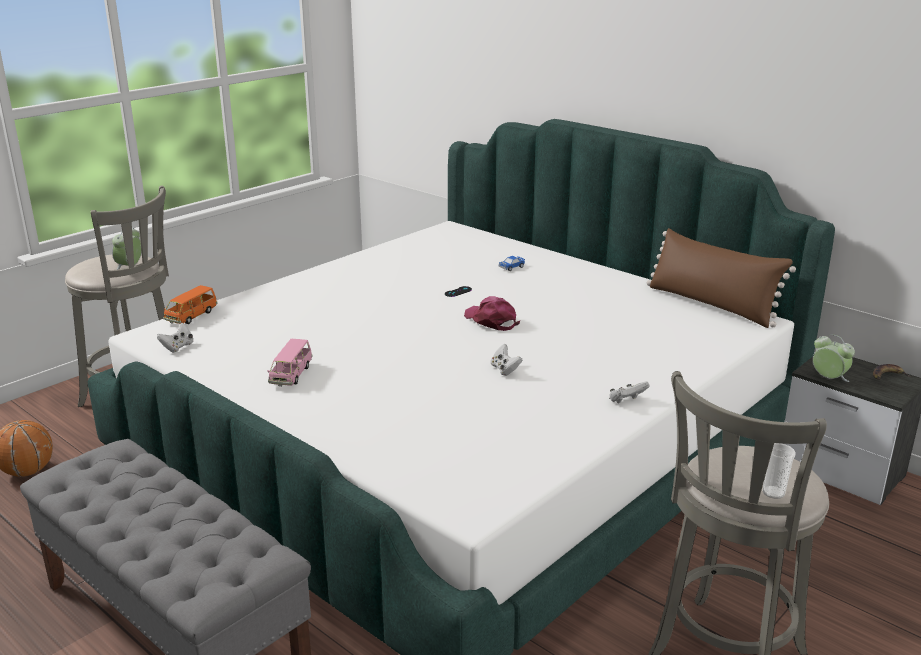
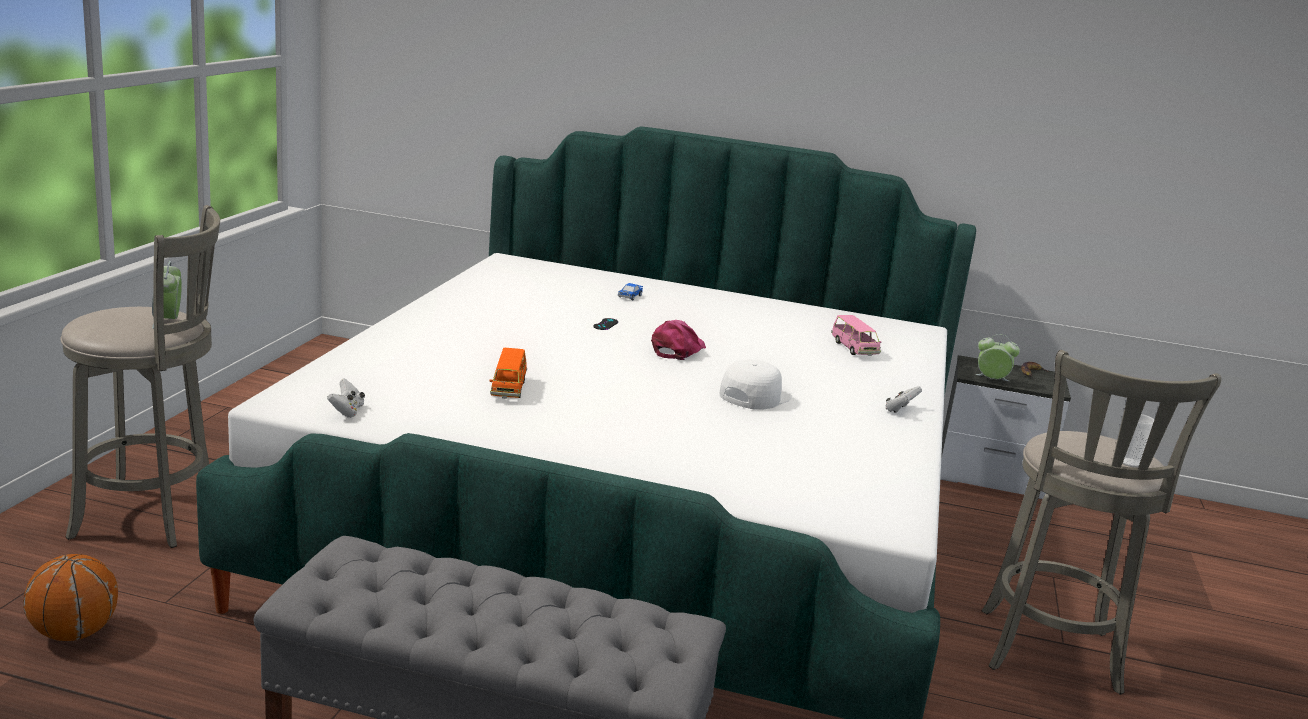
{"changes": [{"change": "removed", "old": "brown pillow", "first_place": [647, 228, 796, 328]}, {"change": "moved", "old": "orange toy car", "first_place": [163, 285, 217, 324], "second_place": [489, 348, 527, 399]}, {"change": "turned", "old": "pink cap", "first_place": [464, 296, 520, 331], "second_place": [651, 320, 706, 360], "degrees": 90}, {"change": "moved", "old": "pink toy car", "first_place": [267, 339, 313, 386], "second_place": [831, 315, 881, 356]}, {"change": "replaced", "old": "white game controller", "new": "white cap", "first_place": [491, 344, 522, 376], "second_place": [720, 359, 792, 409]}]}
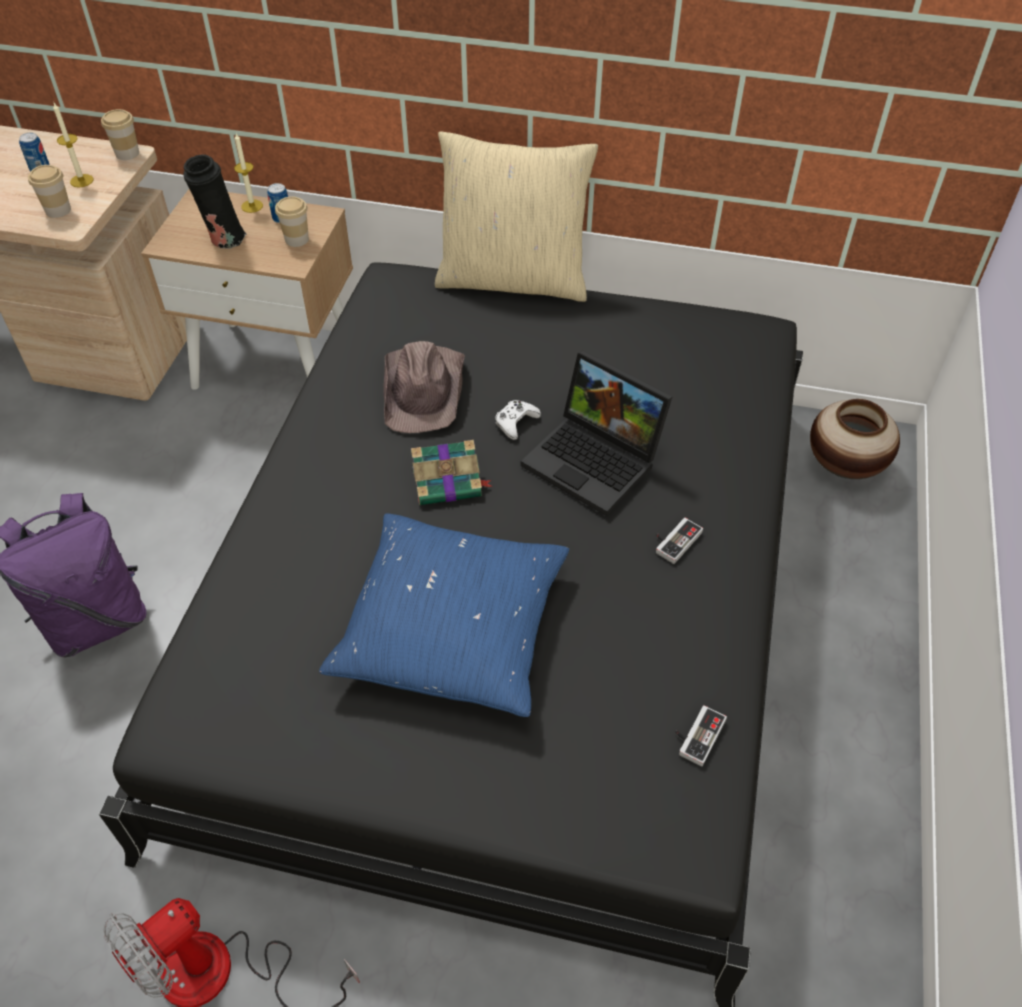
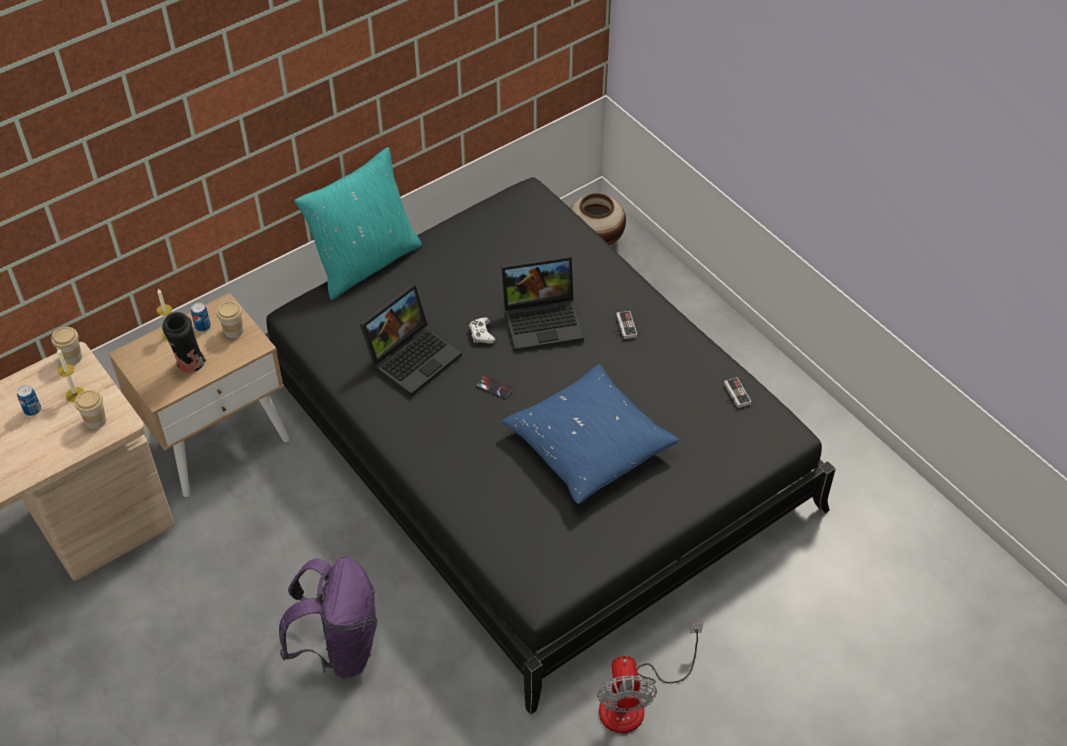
{"changes": [{"change": "recoloured", "old": "beige pillow", "new": "turquoise pillow", "first_place": [435, 131, 598, 302], "second_place": [294, 147, 422, 300]}, {"change": "replaced", "old": "brown hat", "new": "laptop", "first_place": [383, 341, 465, 433], "second_place": [359, 284, 462, 397]}, {"change": "replaced", "old": "book", "new": "phone", "first_place": [411, 440, 492, 505], "second_place": [476, 375, 514, 400]}]}
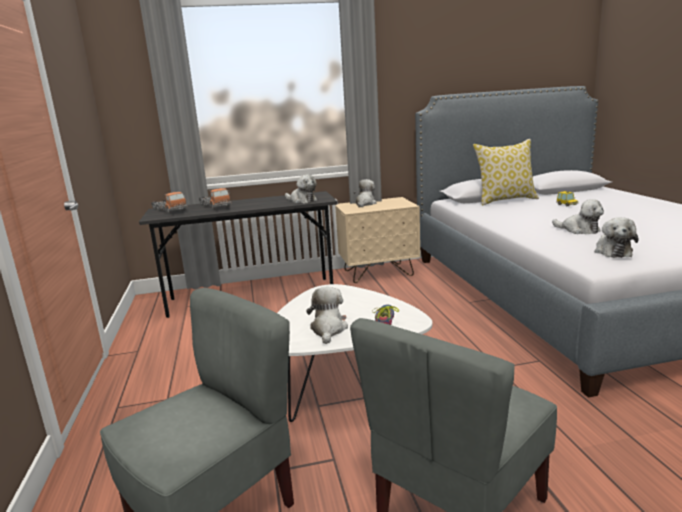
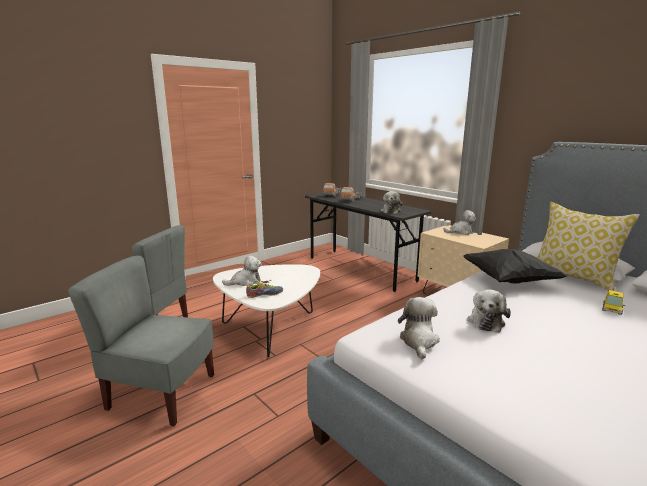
{"changes": [{"change": "turned", "old": "plush toy", "first_place": [595, 217, 638, 258], "second_place": [398, 297, 440, 359], "degrees": 120}, {"change": "added", "new": "black pillow", "second_place": [463, 249, 567, 284]}]}
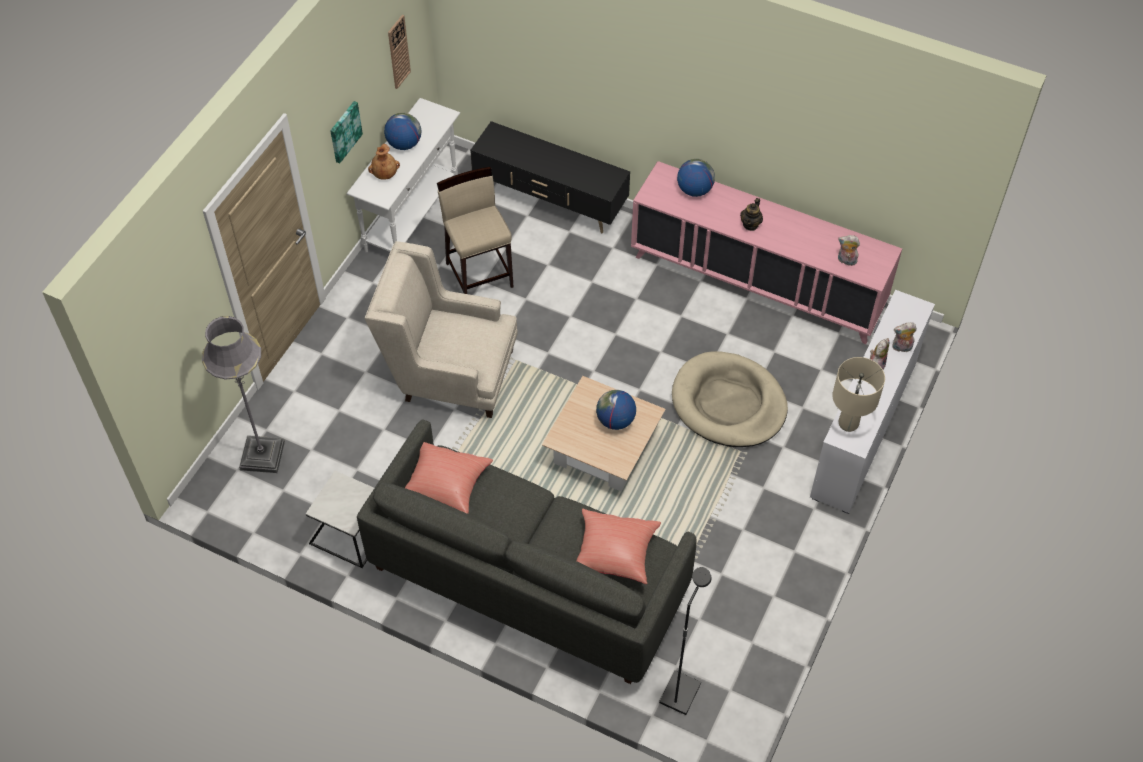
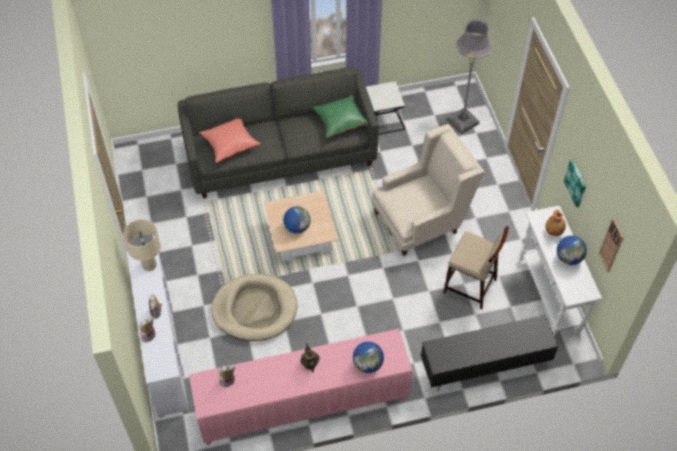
{"changes": [{"change": "recoloured", "old": "red pillow", "new": "green pillow", "first_place": [405, 442, 493, 514], "second_place": [312, 96, 368, 138]}, {"change": "removed", "old": "black floor lamp", "first_place": [659, 567, 712, 715]}]}
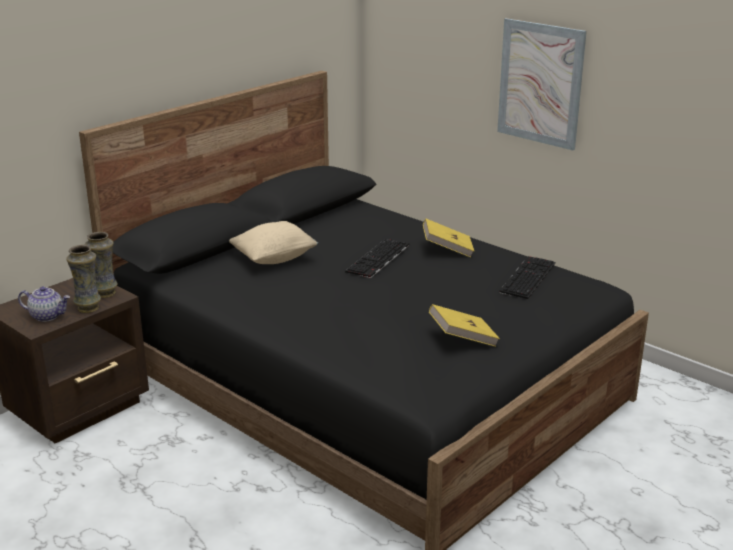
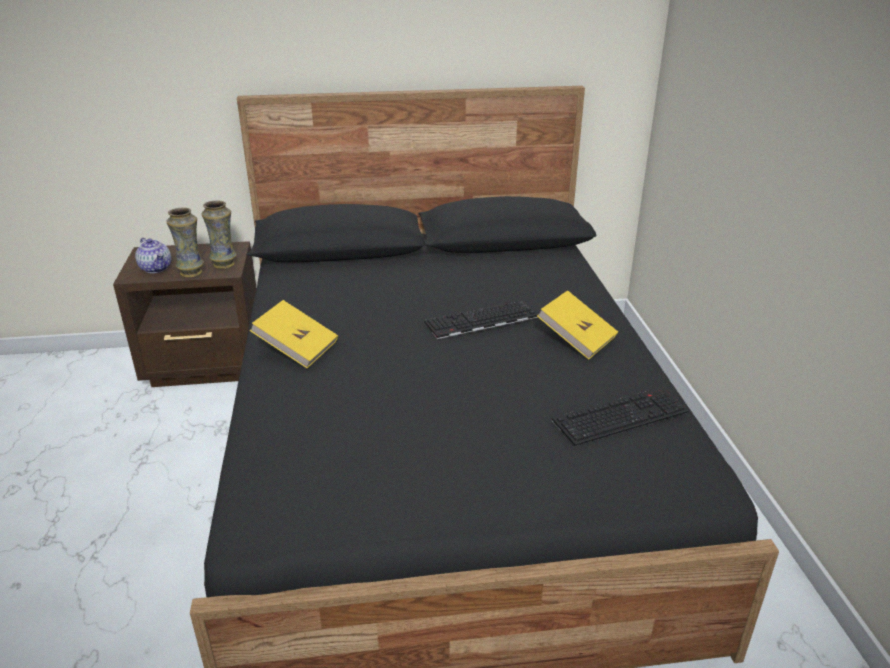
{"changes": [{"change": "removed", "old": "picture", "first_place": [497, 18, 587, 150]}, {"change": "removed", "old": "beige pillow", "first_place": [229, 221, 318, 264]}, {"change": "moved", "old": "yellow book", "first_place": [429, 304, 500, 347], "second_place": [250, 300, 338, 368]}]}
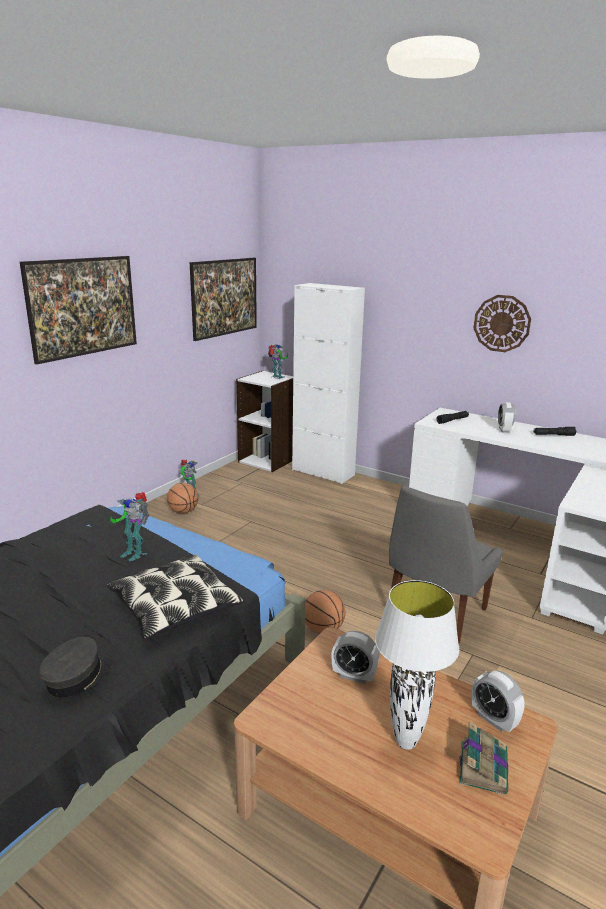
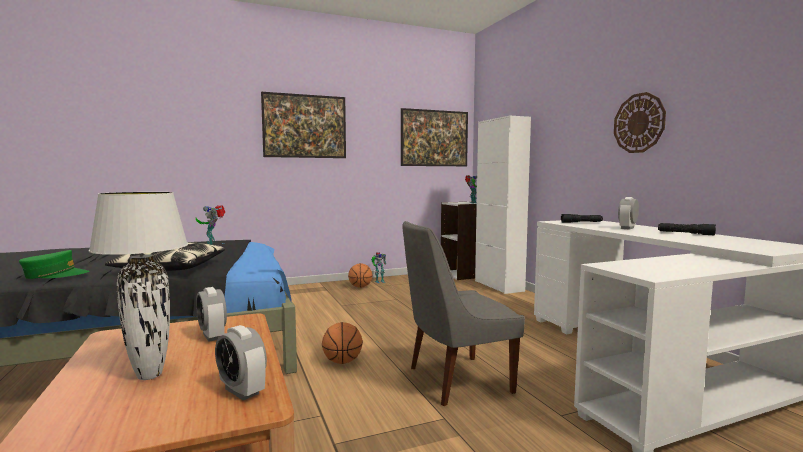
{"changes": [{"change": "recoloured", "old": "grey cap", "new": "green cap", "first_place": [39, 637, 113, 698], "second_place": [19, 250, 89, 279]}, {"change": "turned", "old": "alarm clock", "first_place": [472, 671, 525, 732], "second_place": [215, 325, 267, 400], "degrees": -45}, {"change": "removed", "old": "book", "first_place": [459, 722, 508, 795]}]}
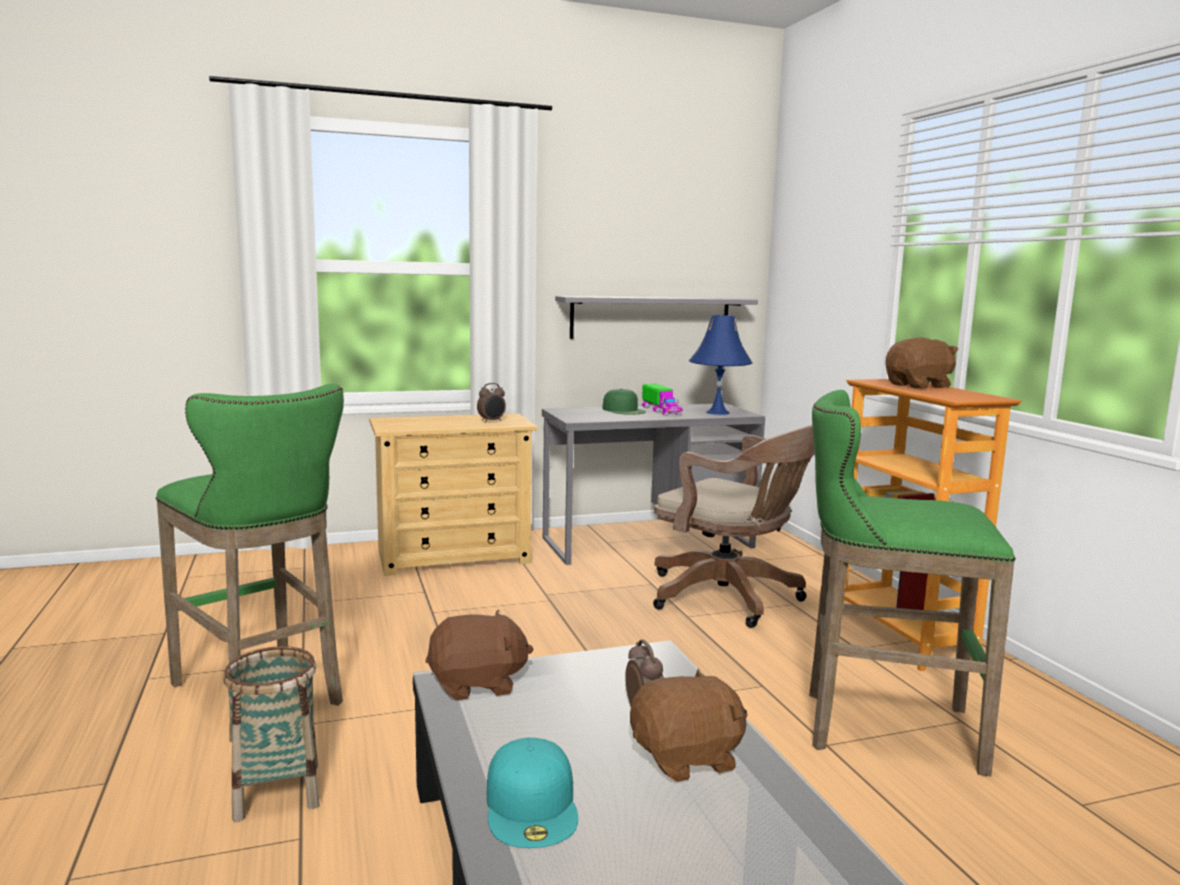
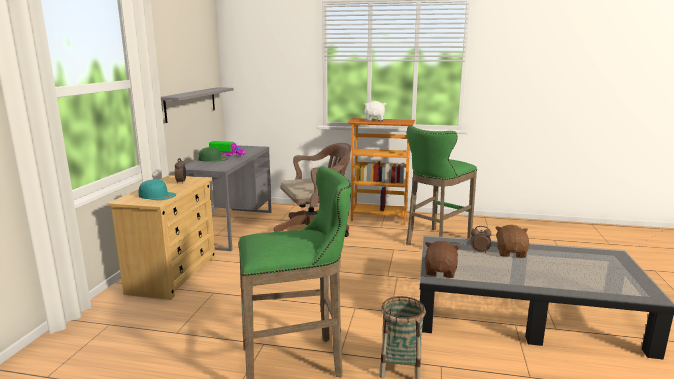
{"changes": [{"change": "removed", "old": "blue table lamp", "first_place": [689, 315, 753, 415]}, {"change": "recoloured", "old": "brown plush toy", "new": "white plush toy", "first_place": [885, 338, 959, 389], "second_place": [364, 101, 386, 121]}, {"change": "moved", "old": "turquoise cap", "first_place": [487, 738, 578, 848], "second_place": [139, 179, 176, 200]}]}
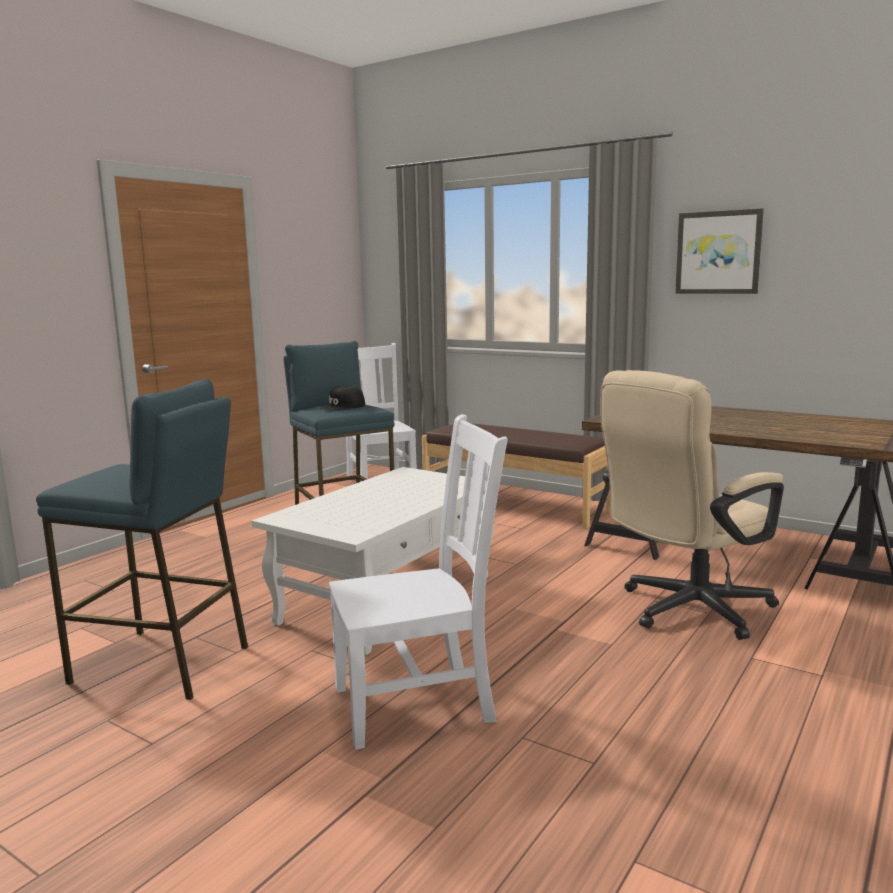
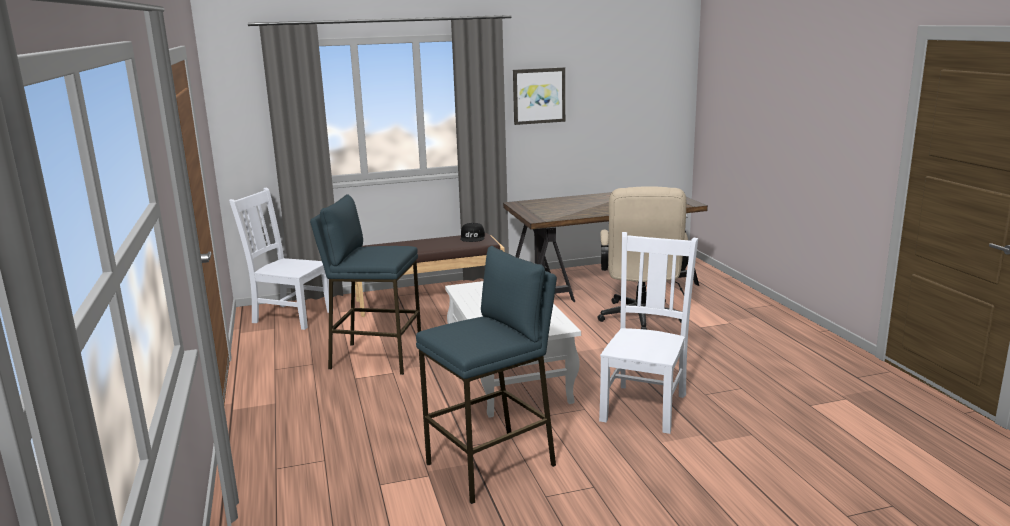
{"changes": [{"change": "moved", "old": "black cap", "first_place": [319, 385, 365, 411], "second_place": [460, 223, 485, 242]}]}
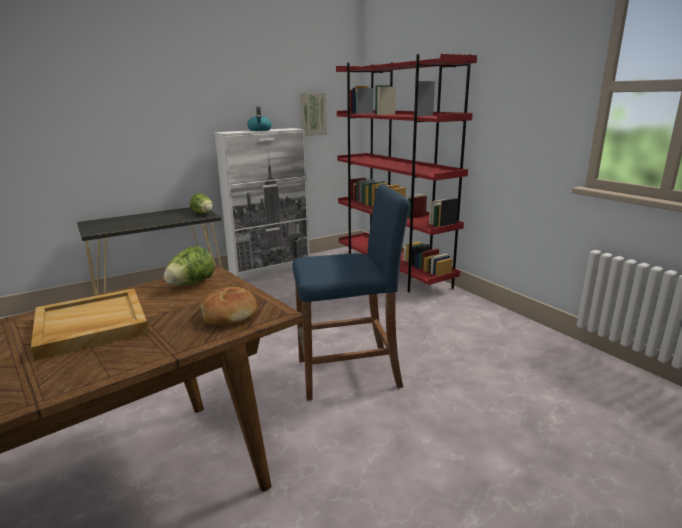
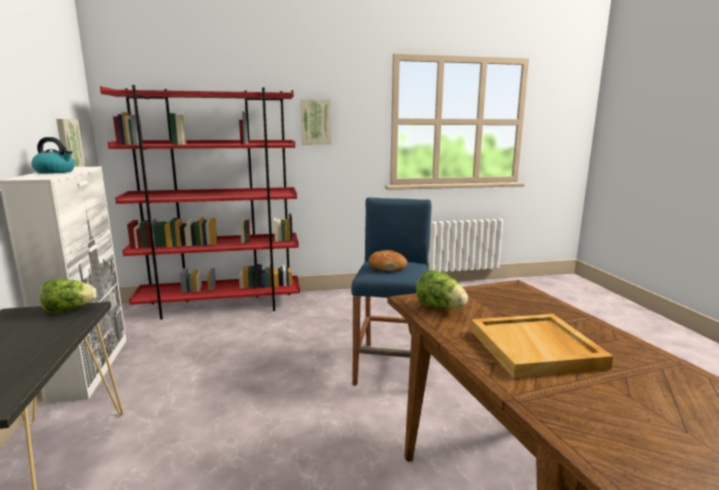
{"changes": [{"change": "moved", "old": "bread", "first_place": [200, 287, 257, 327], "second_place": [369, 250, 407, 271]}, {"change": "added", "new": "picture", "second_place": [301, 99, 332, 145]}]}
